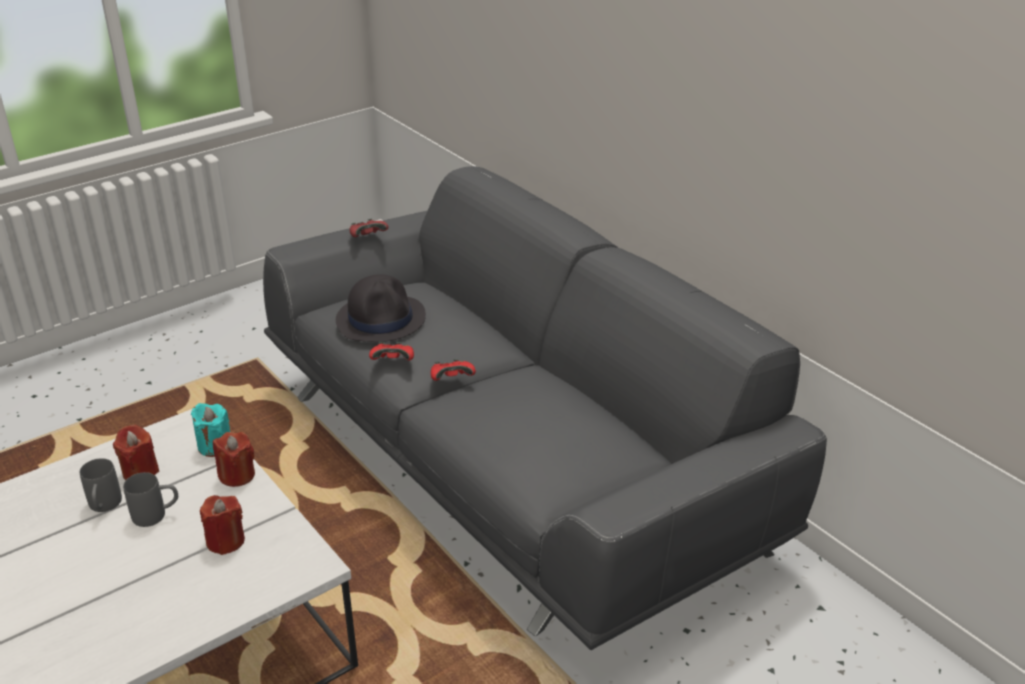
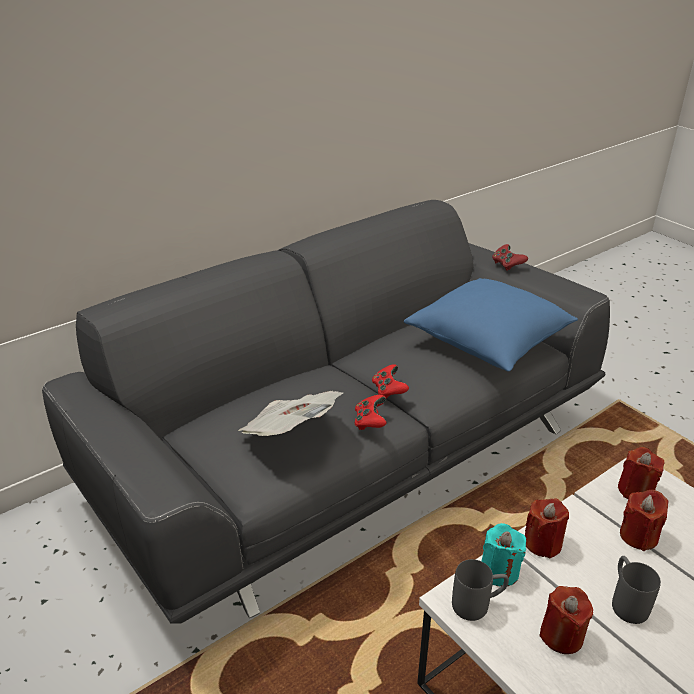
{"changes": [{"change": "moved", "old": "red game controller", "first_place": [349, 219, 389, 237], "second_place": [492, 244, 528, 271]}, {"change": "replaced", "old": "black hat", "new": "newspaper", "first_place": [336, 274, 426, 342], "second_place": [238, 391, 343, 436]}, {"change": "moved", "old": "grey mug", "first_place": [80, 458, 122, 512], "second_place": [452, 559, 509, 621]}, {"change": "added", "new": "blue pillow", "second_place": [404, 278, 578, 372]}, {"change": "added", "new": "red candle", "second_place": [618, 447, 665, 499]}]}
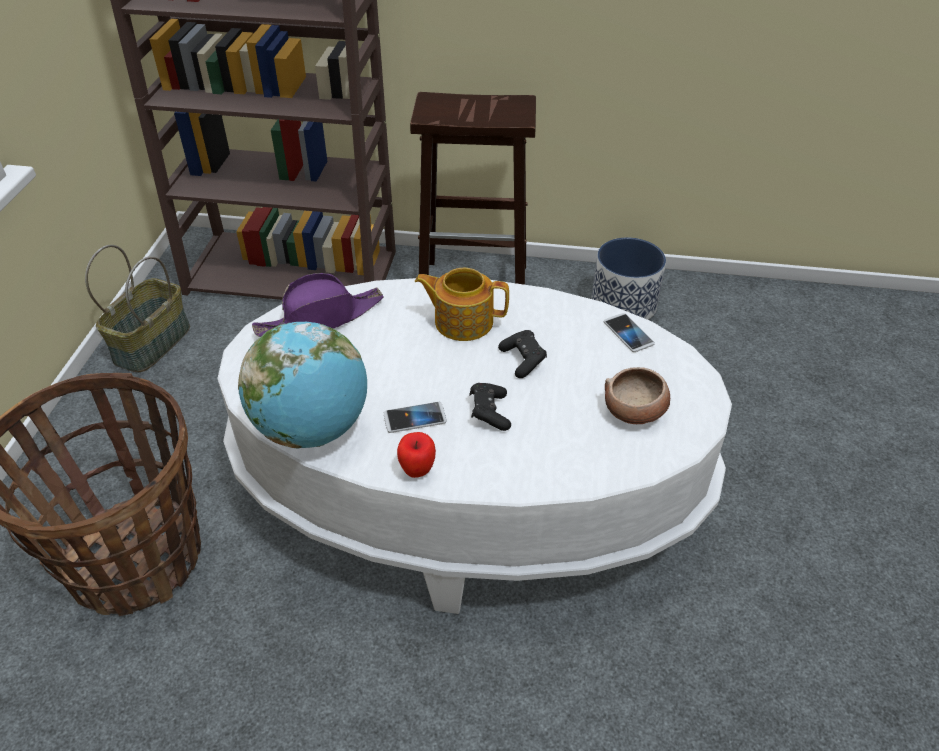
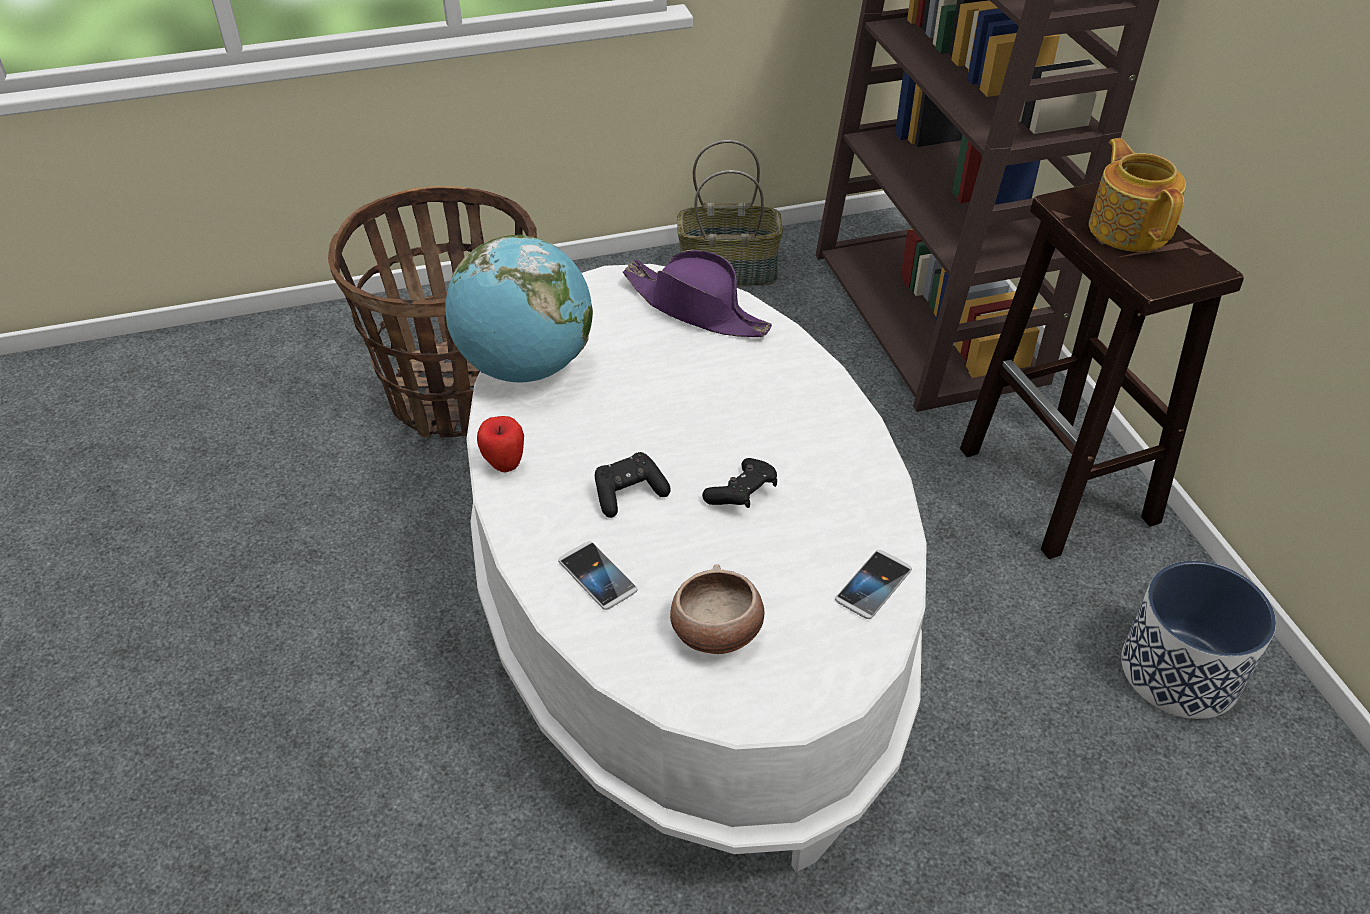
{"changes": [{"change": "moved", "old": "teapot", "first_place": [415, 268, 509, 341], "second_place": [1089, 138, 1186, 252]}, {"change": "moved", "old": "phone", "first_place": [384, 402, 447, 433], "second_place": [558, 541, 637, 610]}]}
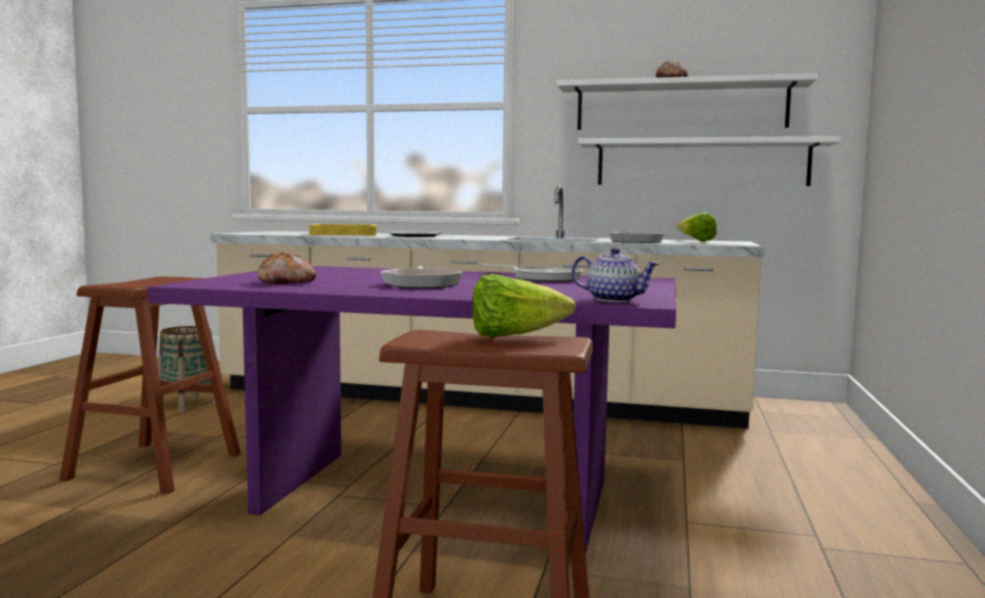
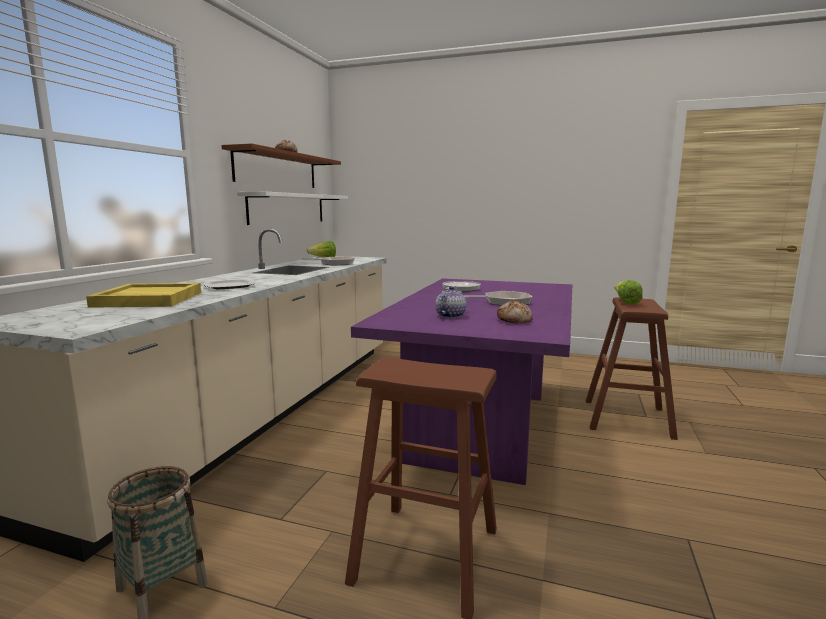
{"changes": [{"change": "recoloured", "old": "white shelf", "new": "brown shelf", "first_place": [557, 73, 818, 130], "second_place": [222, 143, 341, 188]}, {"change": "moved", "old": "teapot", "first_place": [572, 248, 659, 302], "second_place": [435, 286, 466, 318]}]}
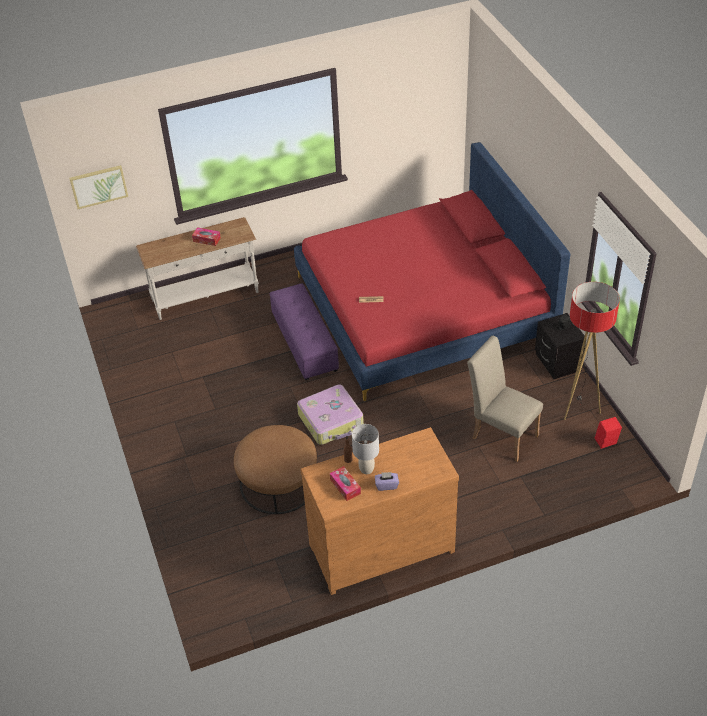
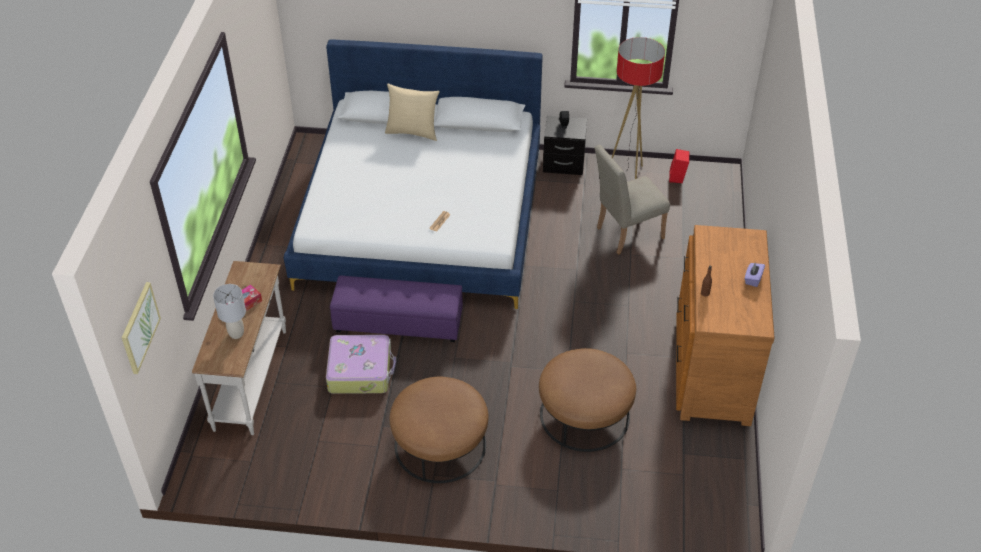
{"changes": [{"change": "recoloured", "old": "red bed", "new": "white bed", "first_place": [294, 142, 570, 401], "second_place": [284, 39, 543, 309]}, {"change": "moved", "old": "suitcase", "first_place": [297, 384, 364, 445], "second_place": [326, 335, 396, 394]}, {"change": "moved", "old": "grey table lamp", "first_place": [352, 424, 379, 474], "second_place": [213, 284, 246, 339]}, {"change": "removed", "old": "tissue box", "first_place": [330, 466, 361, 501]}, {"change": "added", "new": "beige pillow", "second_place": [385, 83, 440, 141]}, {"change": "added", "new": "brown ottoman", "second_place": [389, 377, 489, 483]}]}
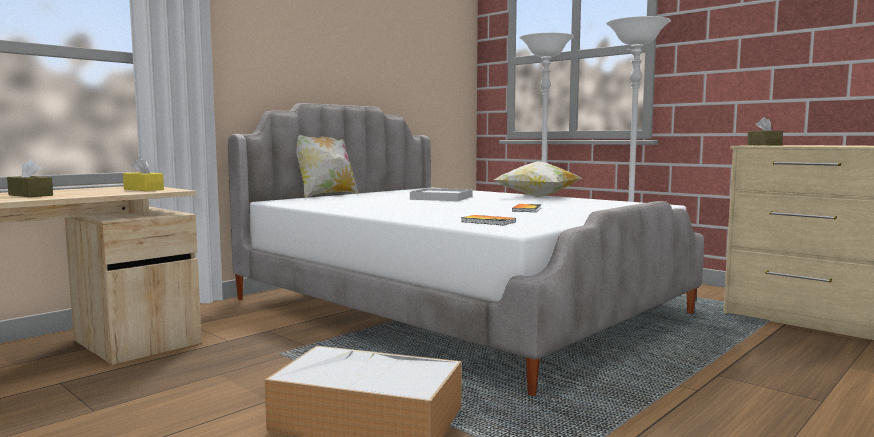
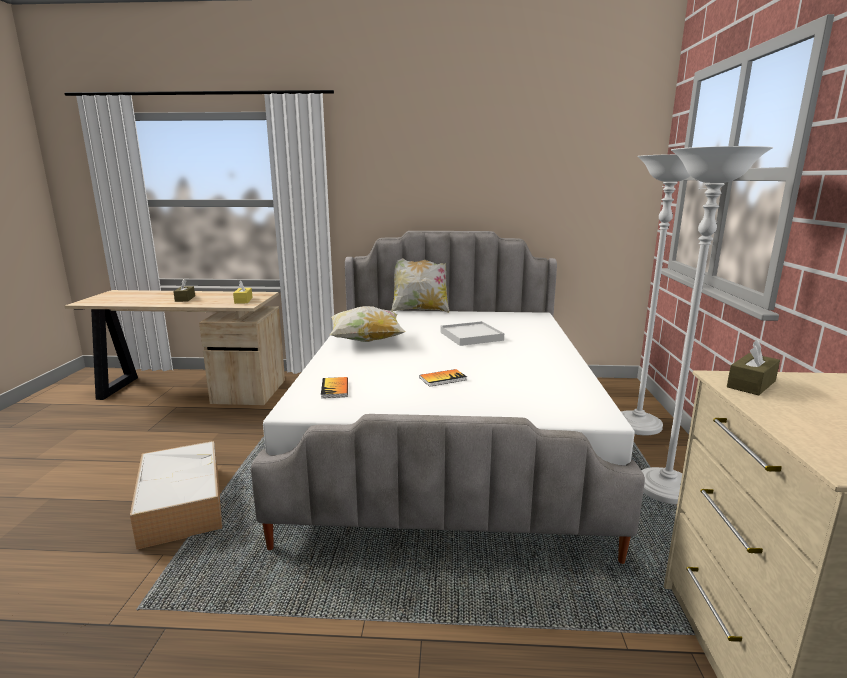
{"changes": [{"change": "moved", "old": "pillow", "first_place": [494, 161, 583, 197], "second_place": [330, 306, 406, 342]}]}
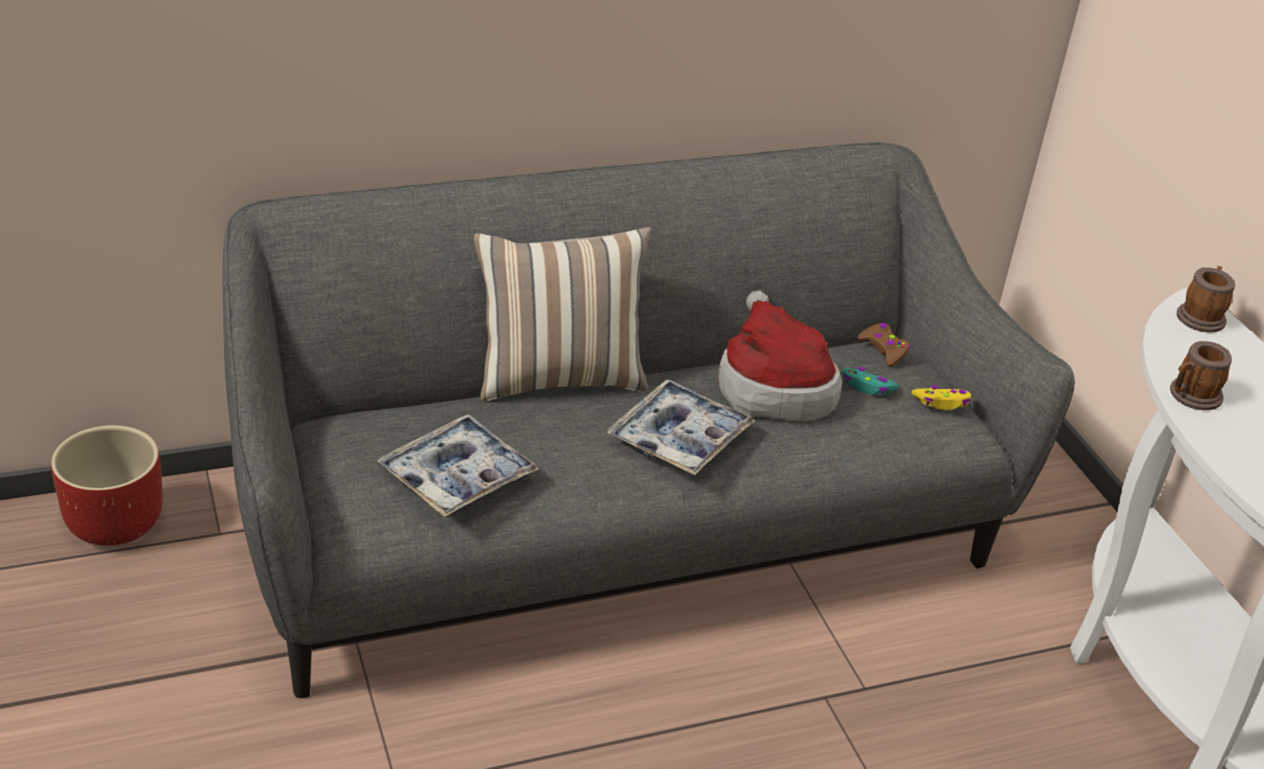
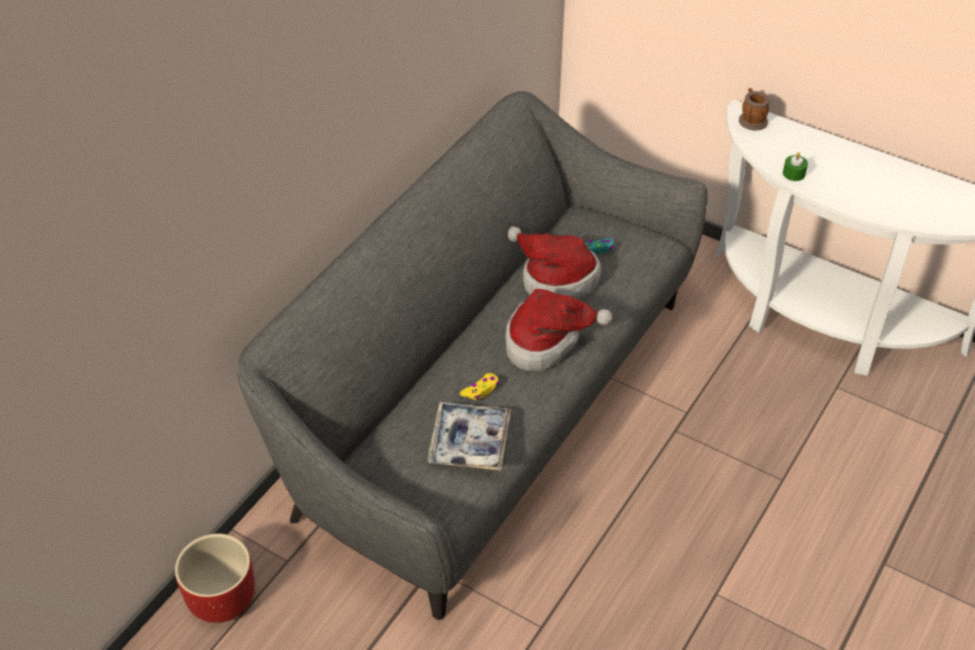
{"changes": [{"change": "removed", "old": "pillow", "first_place": [474, 227, 652, 401]}, {"change": "removed", "old": "brown game controller", "first_place": [858, 323, 910, 366]}, {"change": "replaced", "old": "mug", "new": "green candle", "first_place": [1170, 341, 1232, 410], "second_place": [783, 152, 808, 181]}, {"change": "replaced", "old": "tray", "new": "hat", "first_place": [607, 379, 755, 475], "second_place": [505, 289, 612, 371]}, {"change": "moved", "old": "yellow game controller", "first_place": [912, 385, 971, 410], "second_place": [460, 373, 499, 400]}]}
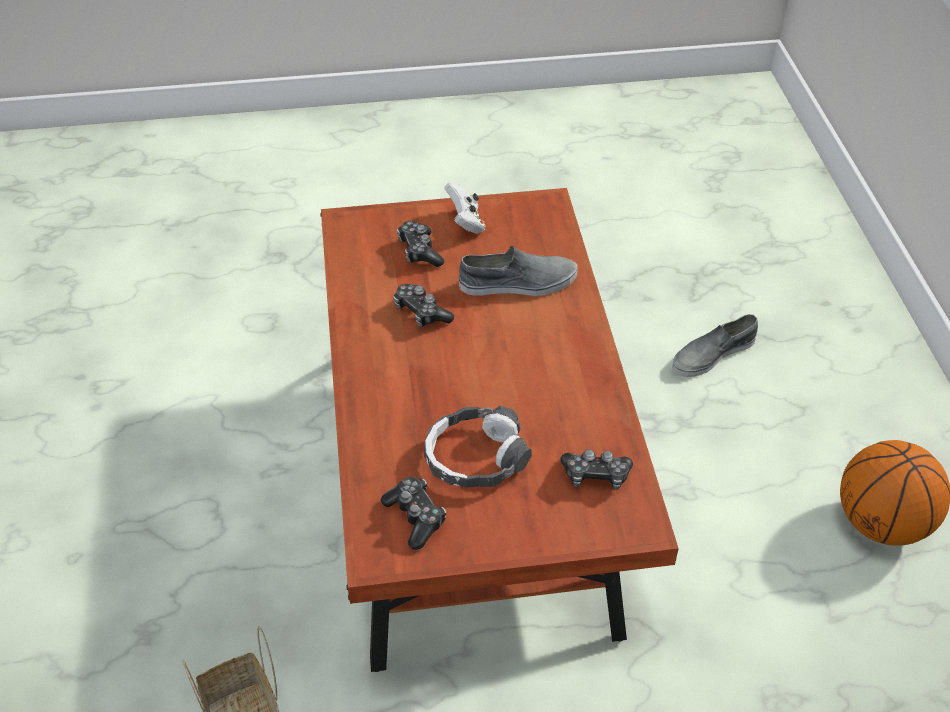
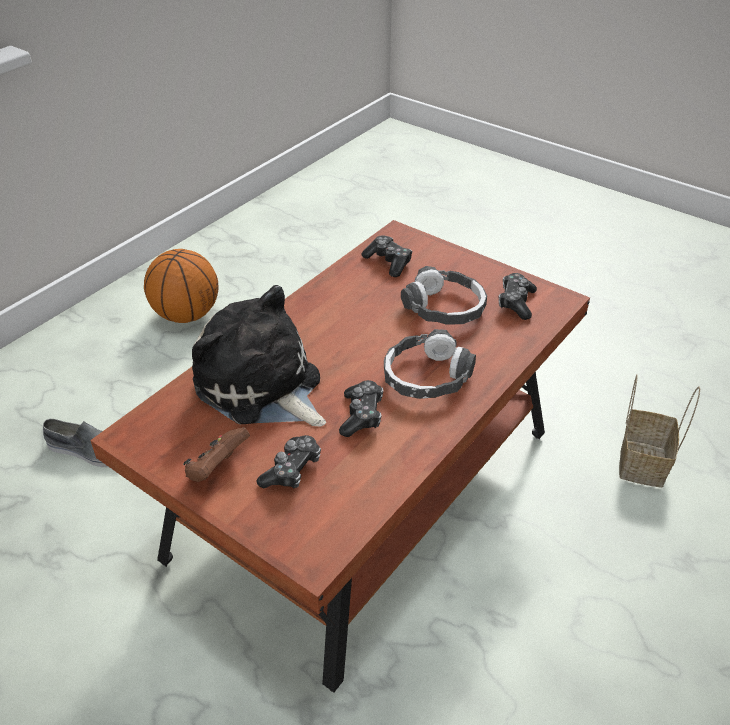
{"changes": [{"change": "recoloured", "old": "white game controller", "new": "brown game controller", "first_place": [444, 183, 485, 234], "second_place": [183, 427, 250, 482]}, {"change": "replaced", "old": "grey shoe", "new": "plush toy", "first_place": [459, 246, 578, 296], "second_place": [192, 285, 326, 426]}, {"change": "added", "new": "headphones", "second_place": [384, 329, 476, 399]}]}
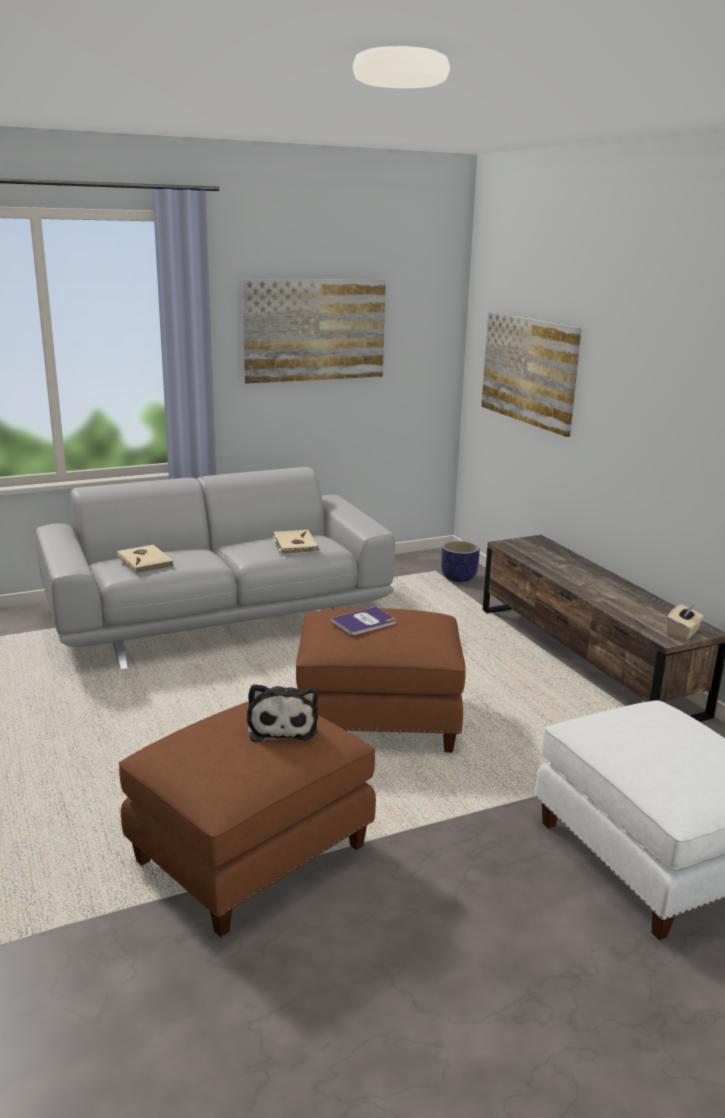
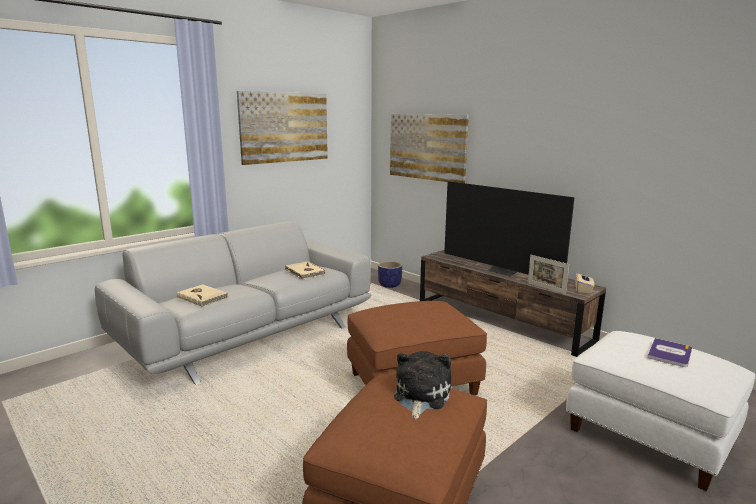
{"changes": [{"change": "moved", "old": "book", "first_place": [331, 607, 396, 635], "second_place": [647, 338, 692, 367]}, {"change": "turned", "old": "plush toy", "first_place": [247, 684, 318, 742], "second_place": [394, 351, 451, 419], "degrees": -135}, {"change": "added", "new": "television", "second_place": [444, 181, 575, 276]}, {"change": "added", "new": "picture frame", "second_place": [528, 255, 569, 294]}]}
